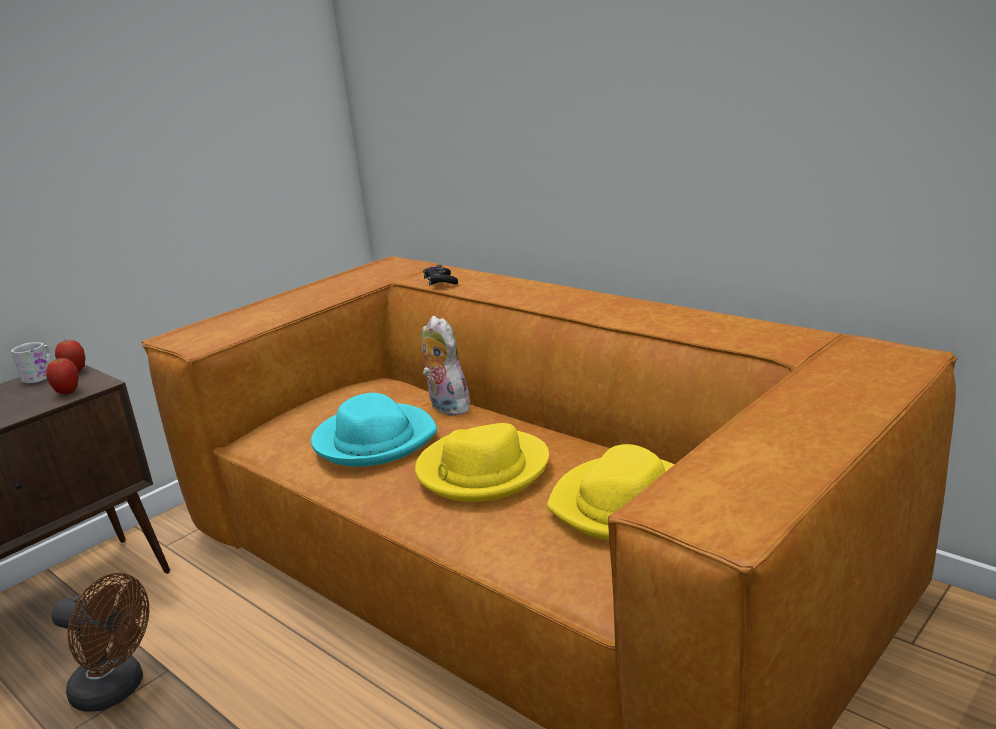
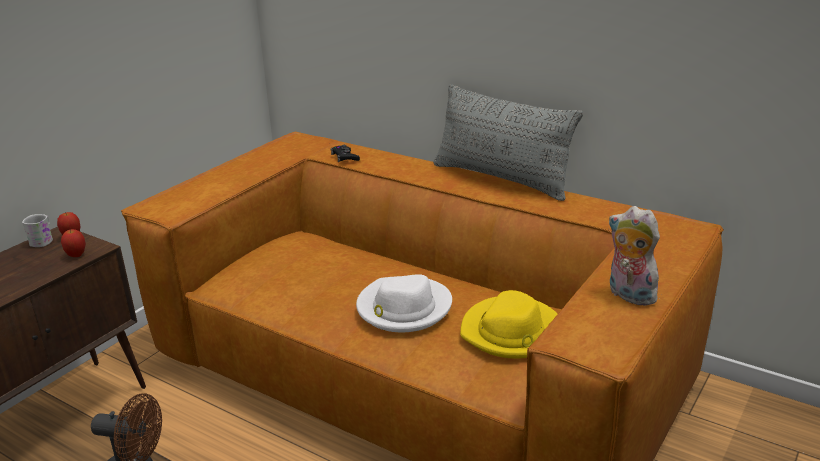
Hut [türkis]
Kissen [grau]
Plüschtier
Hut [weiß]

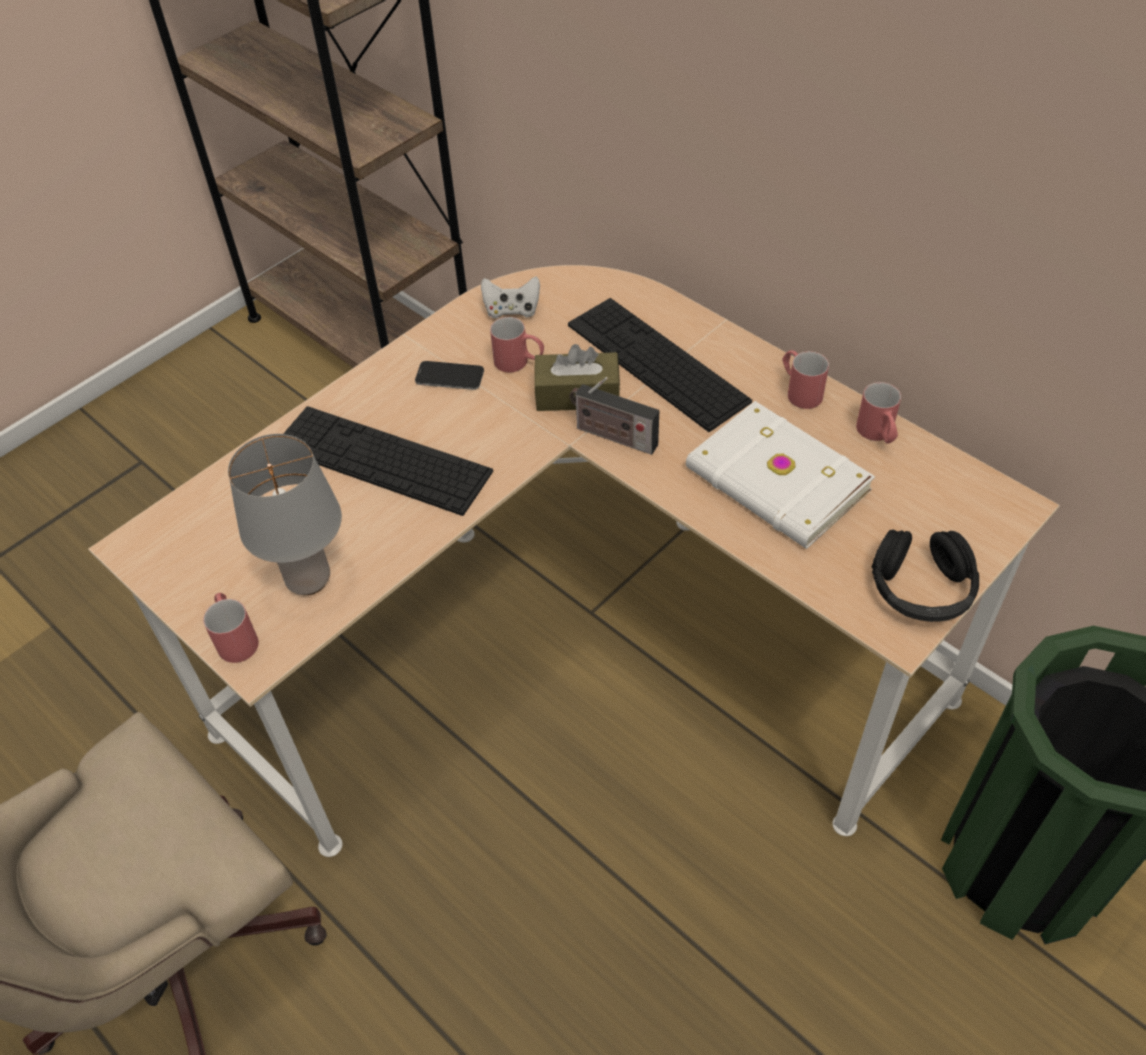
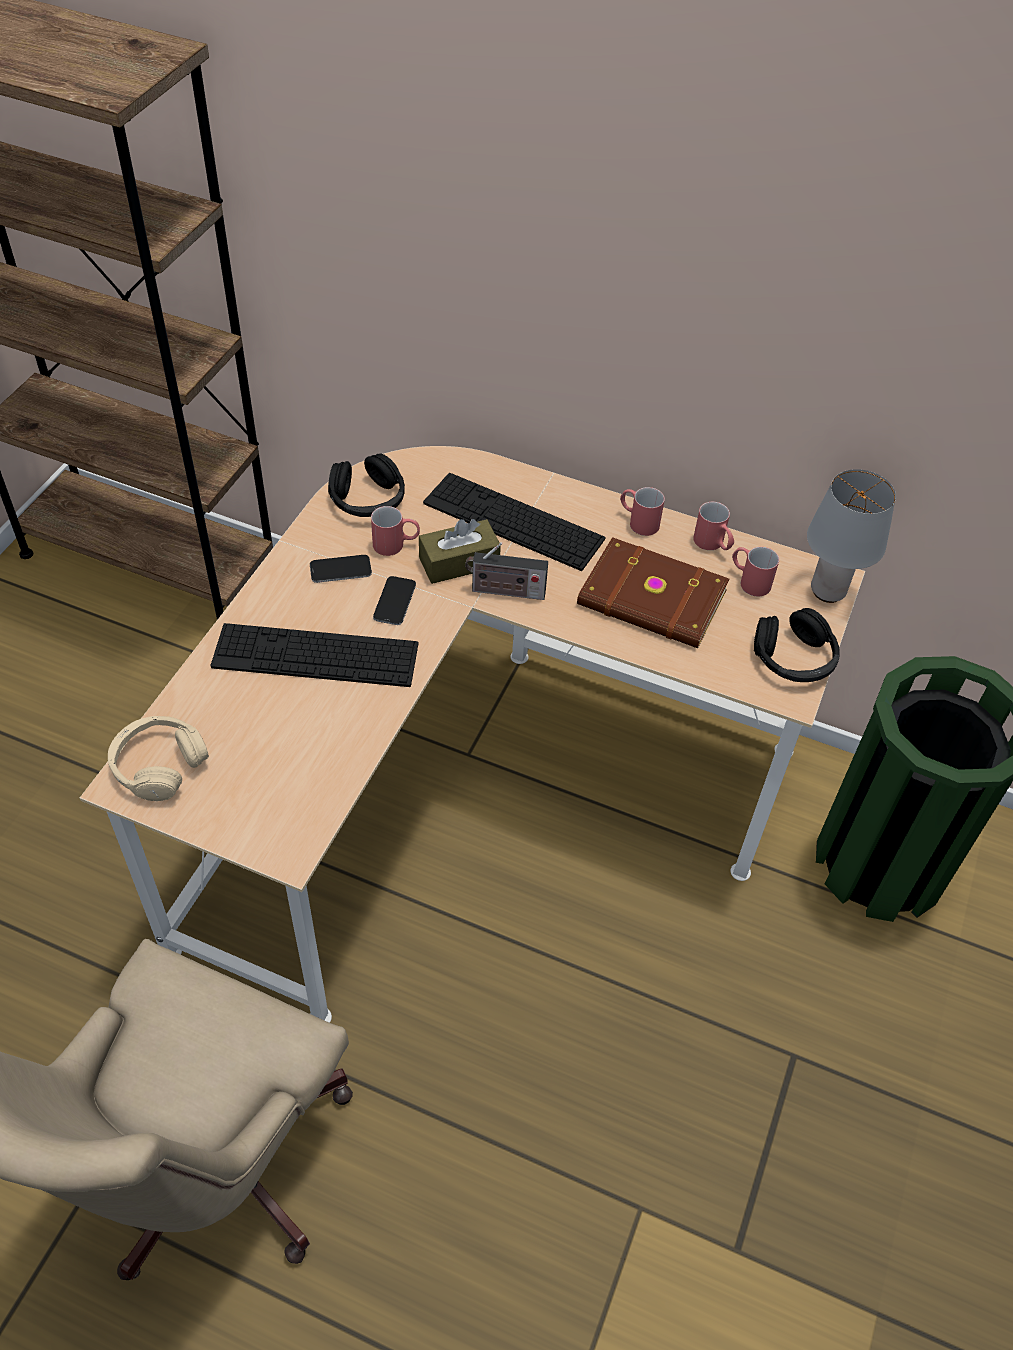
Kopfhörer [beige]
Handy (2nd from left)
Henkelbecher [rot] (4th from left)
Tischlampe [grau]
Kopfhörer [schwarz] (1st from left)
Buch [braun]

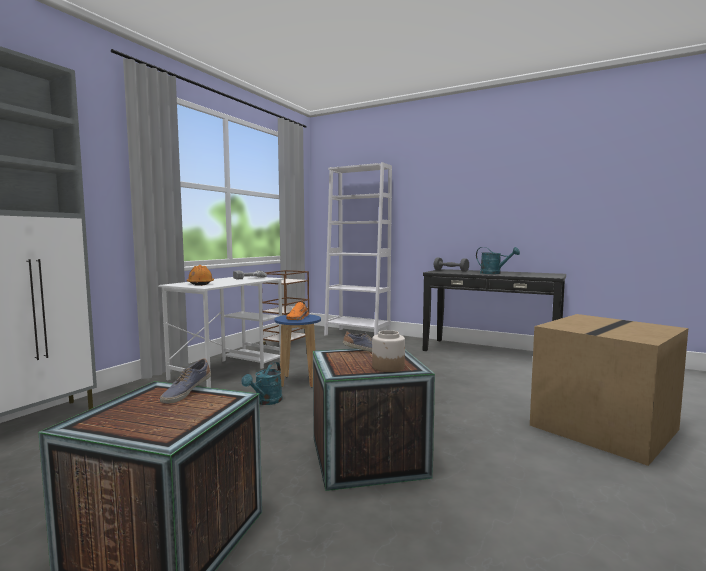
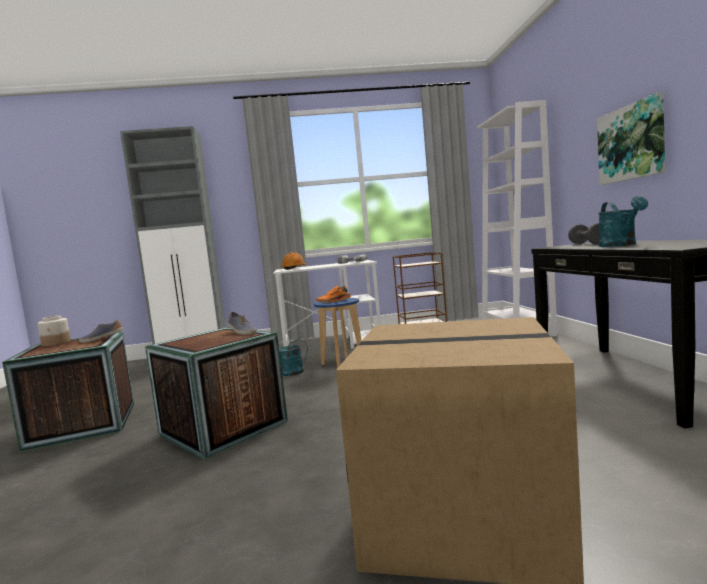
Bild
Vorratsglas

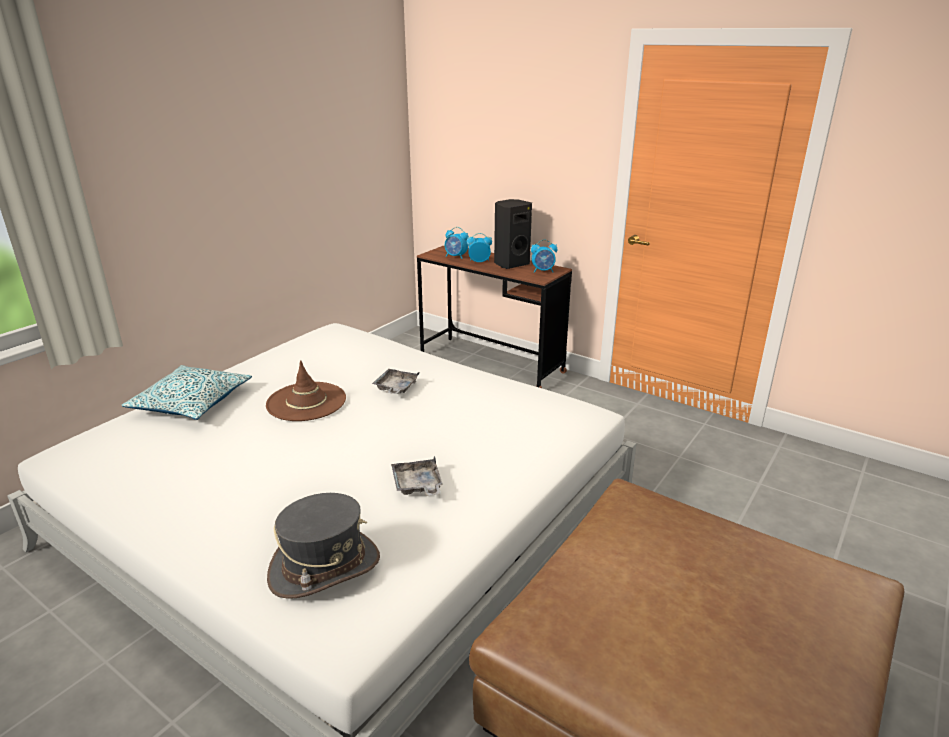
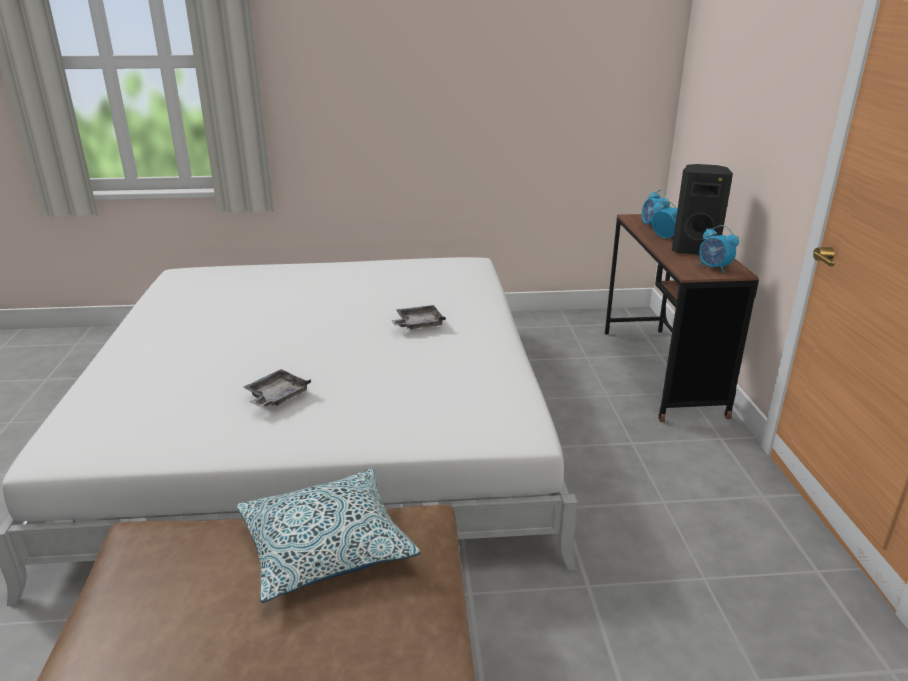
Hut [braun]
Hut [grau]
Kissen

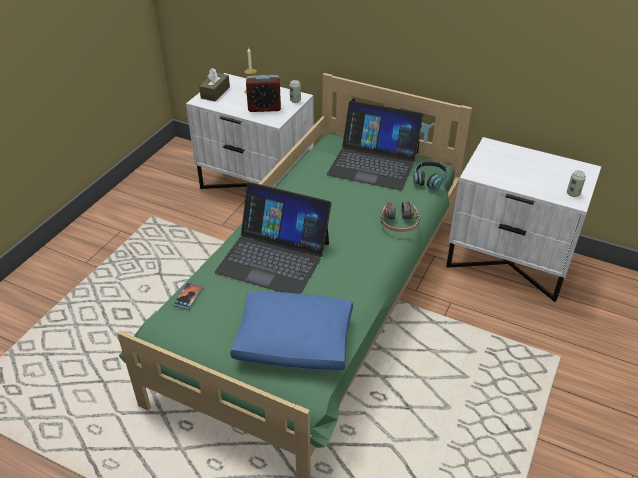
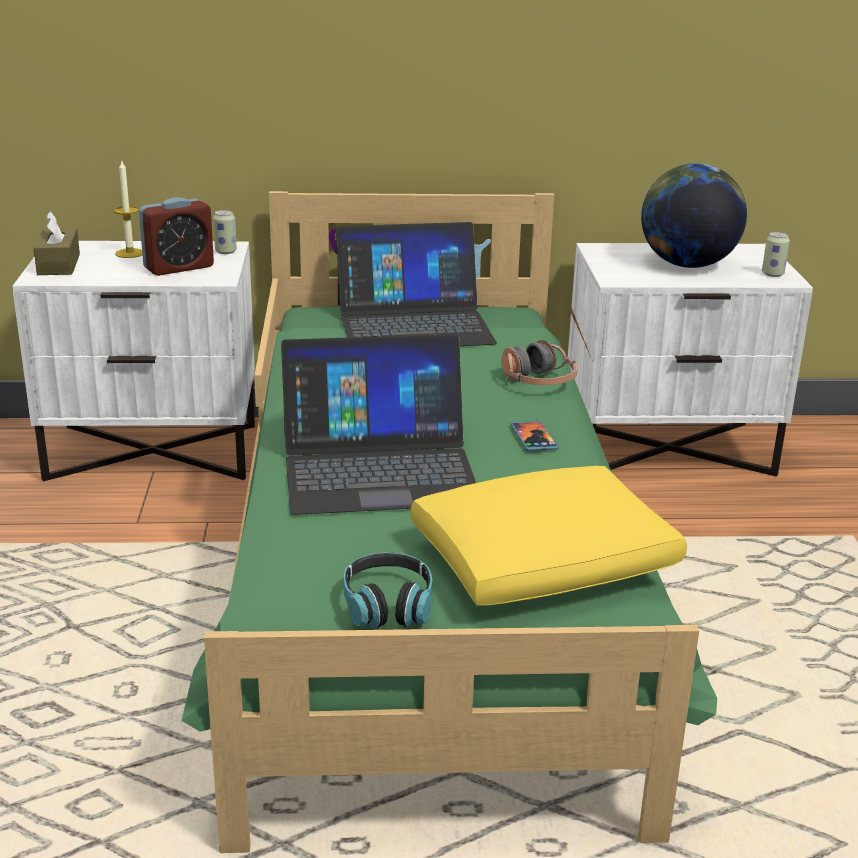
Globus
Handy
Kopfhörer (1st from left)
Kissen [gelb]

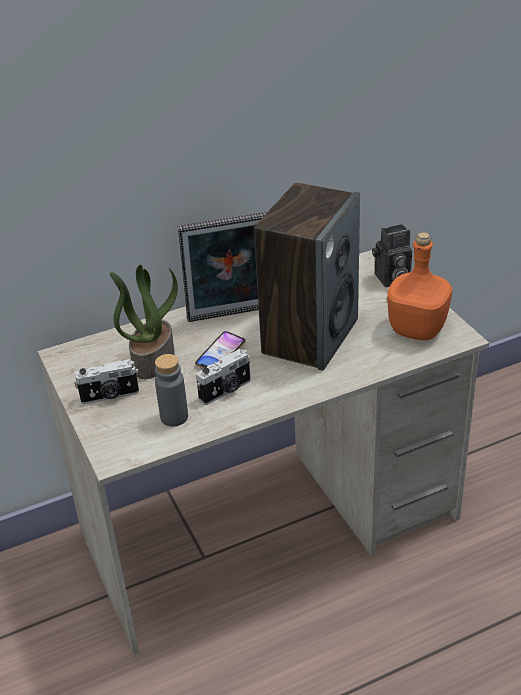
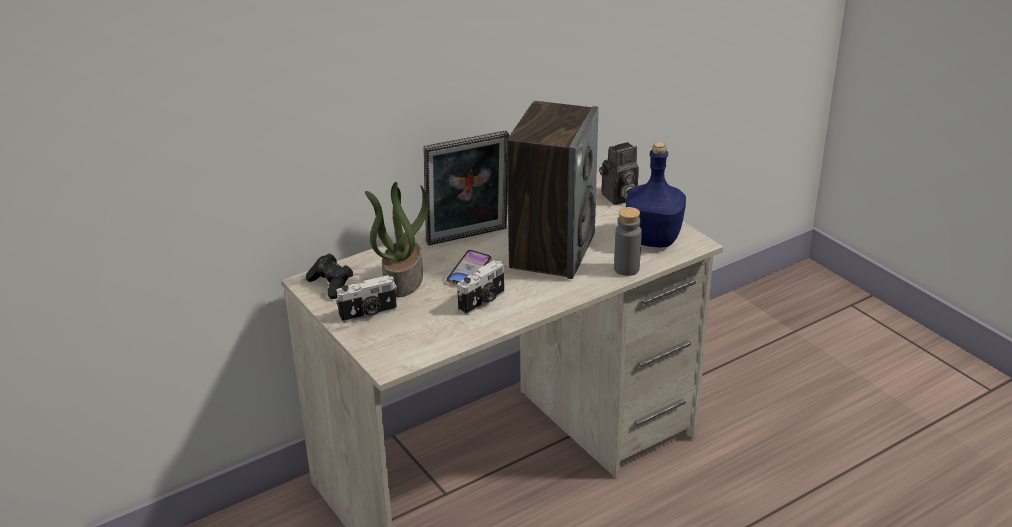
Gamepad [schwarz]
Flasche [grau]
Flasche [blau]

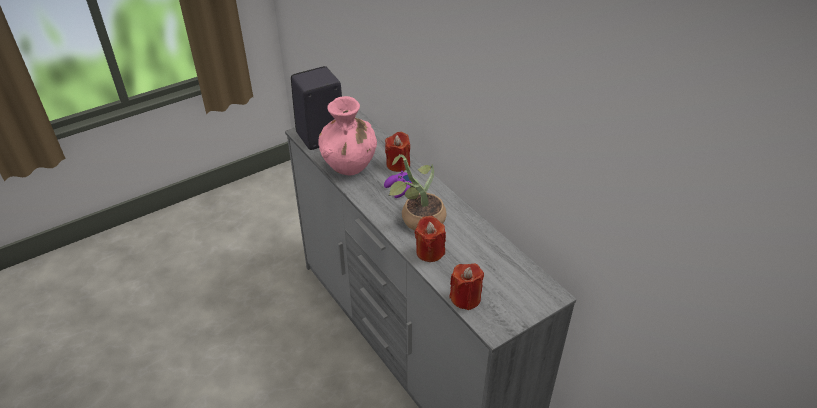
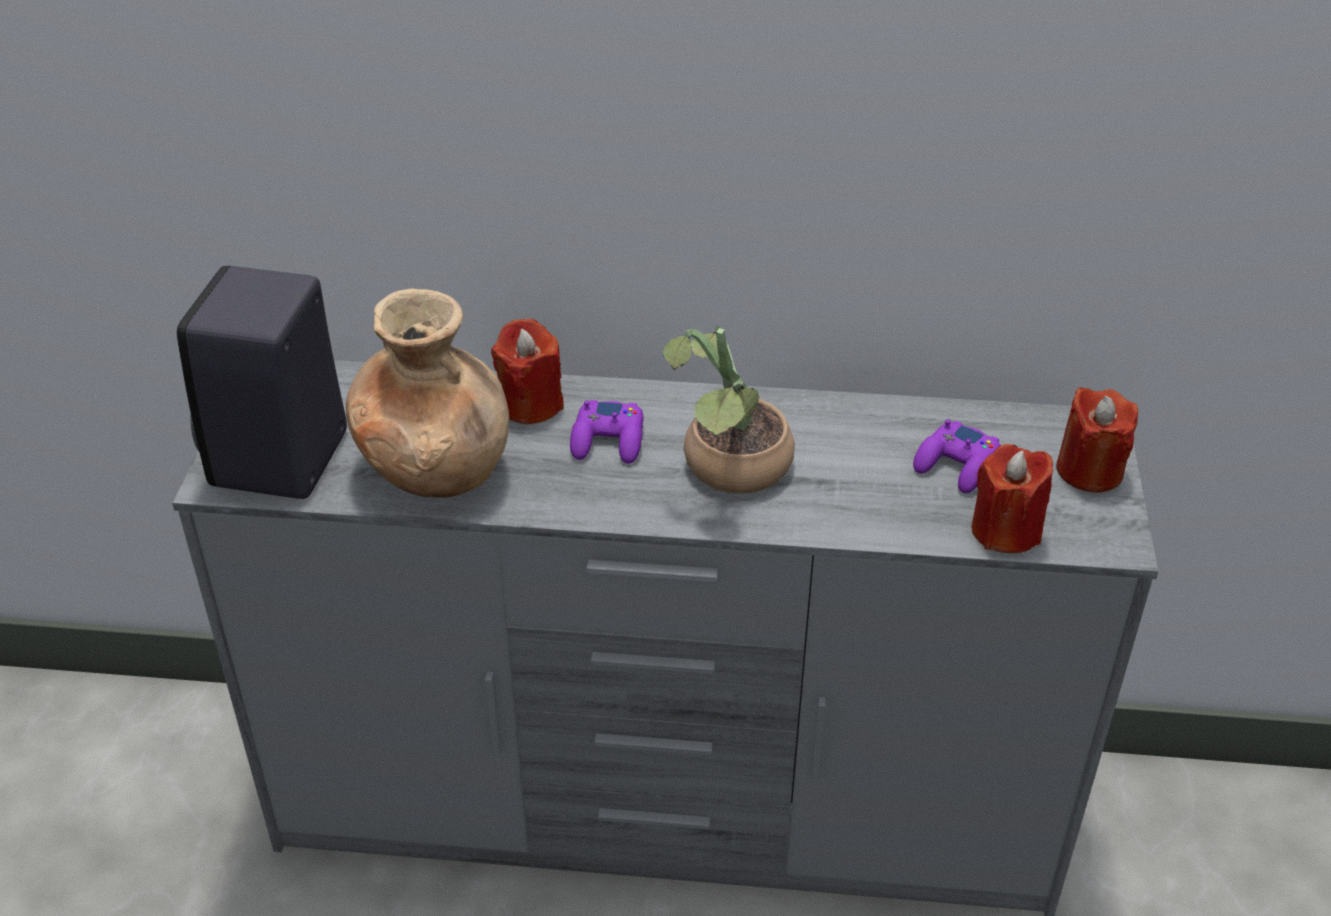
Gamepad [lila] (2nd from left)
Kerze [rot] (3rd from left)
Vase [braun]

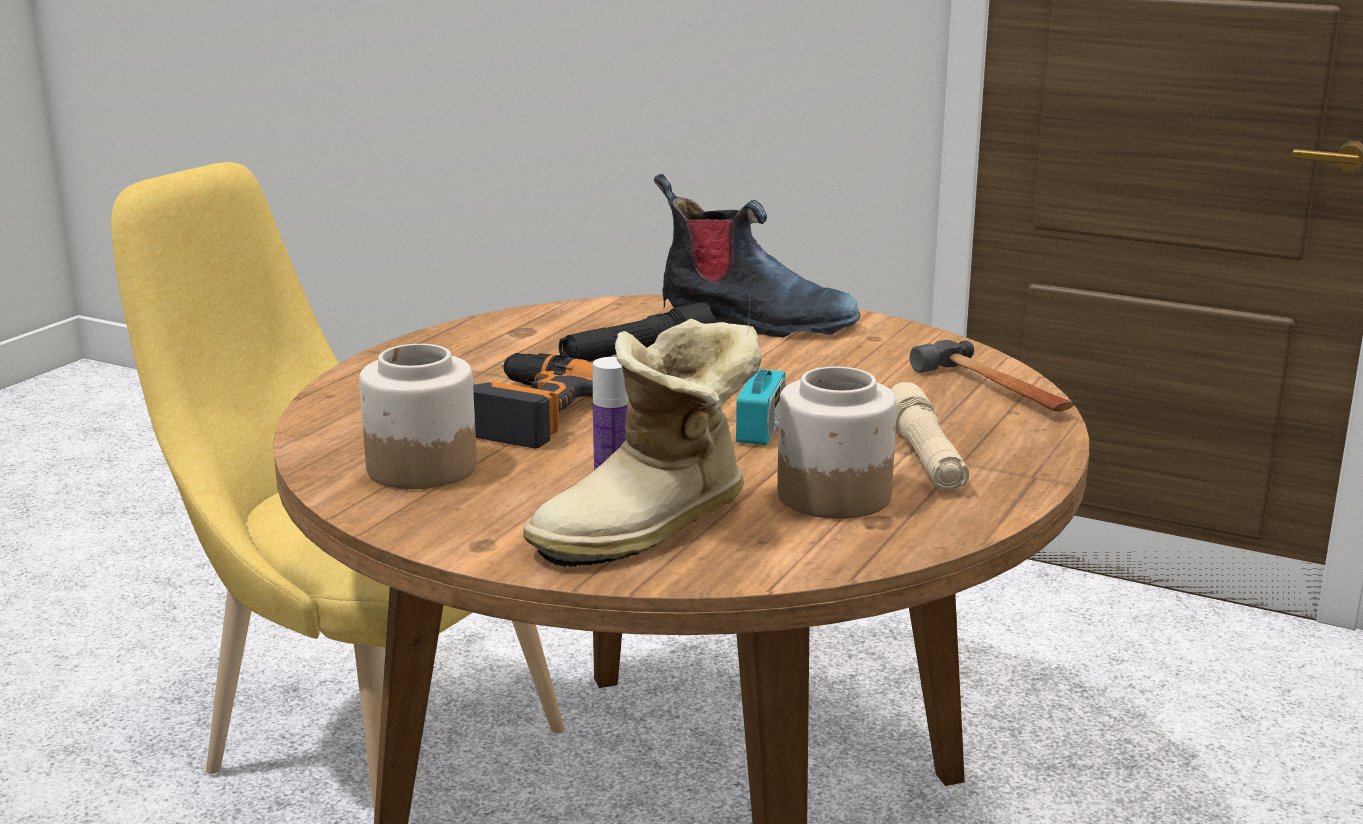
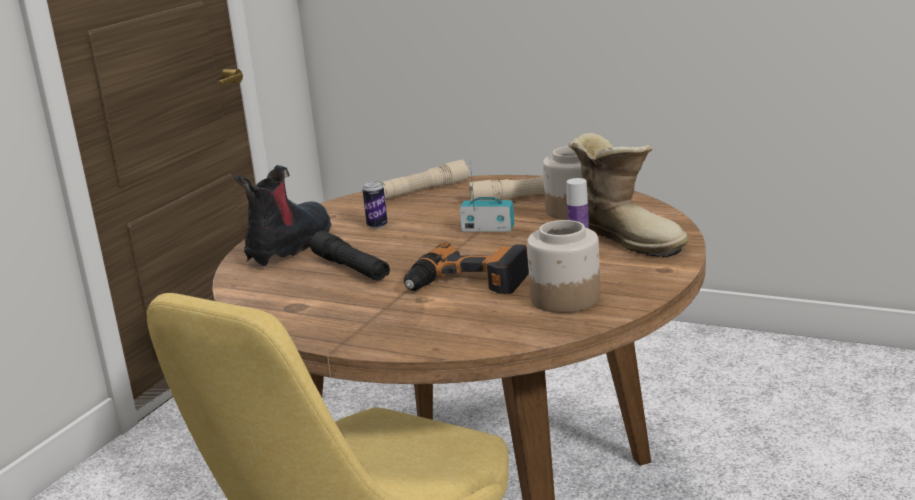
Dose
Taschenlampe [beige] (1st from left)

